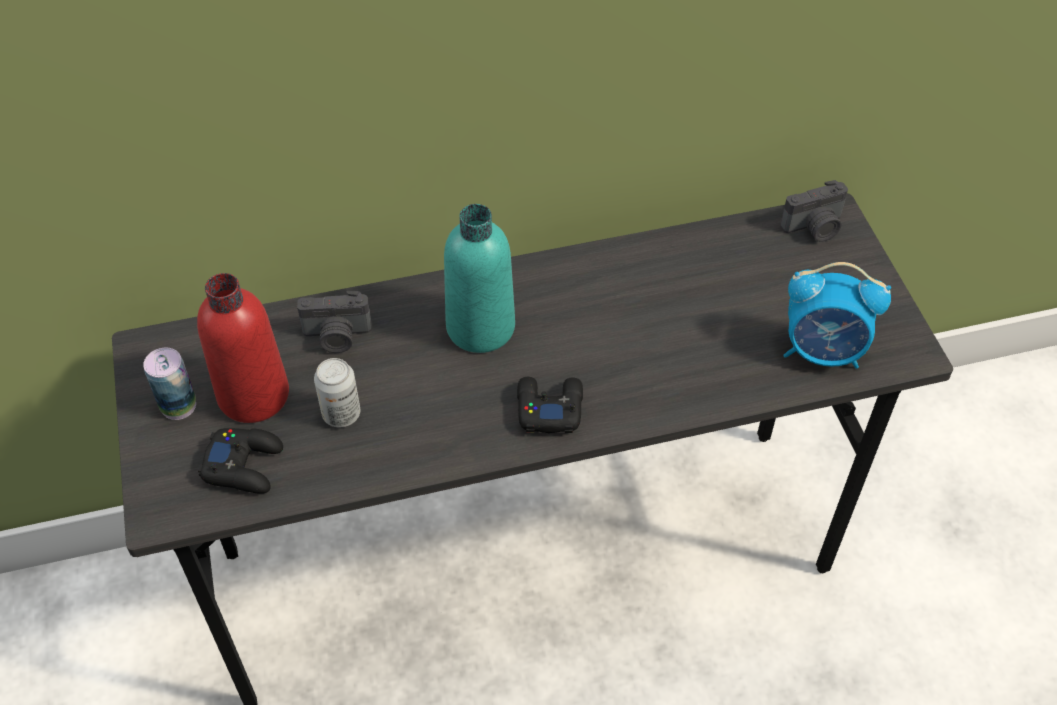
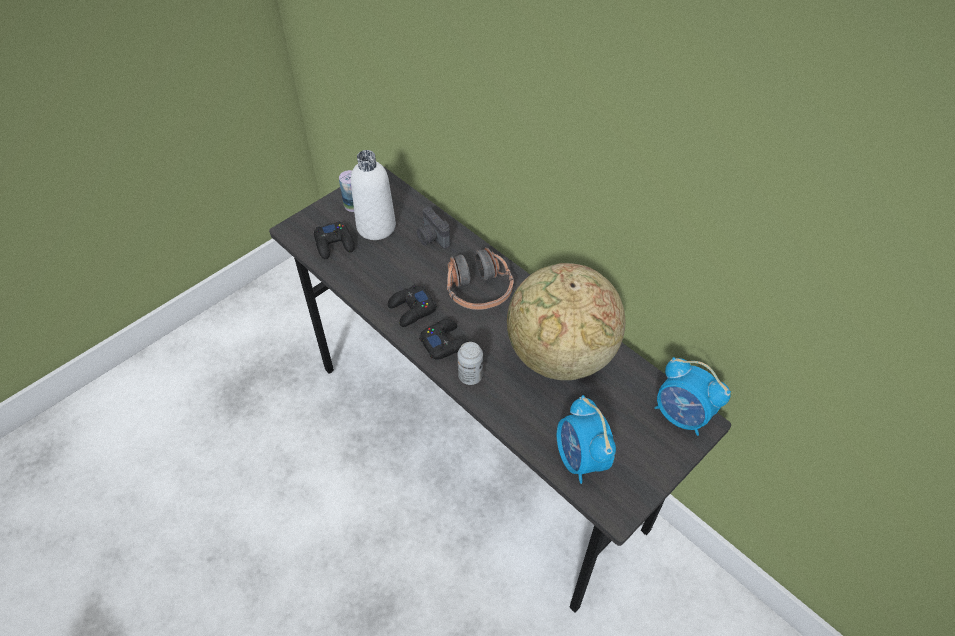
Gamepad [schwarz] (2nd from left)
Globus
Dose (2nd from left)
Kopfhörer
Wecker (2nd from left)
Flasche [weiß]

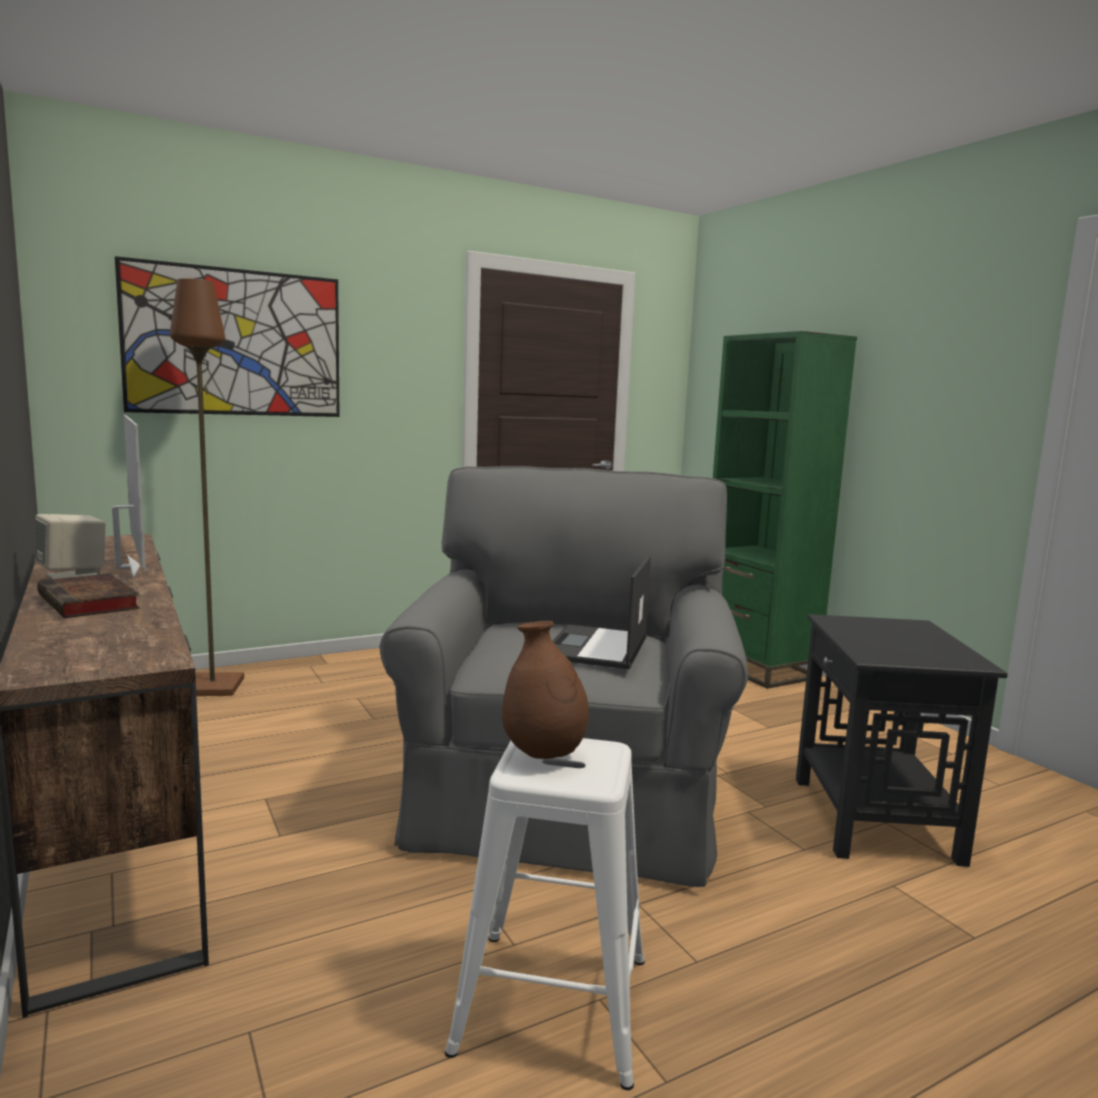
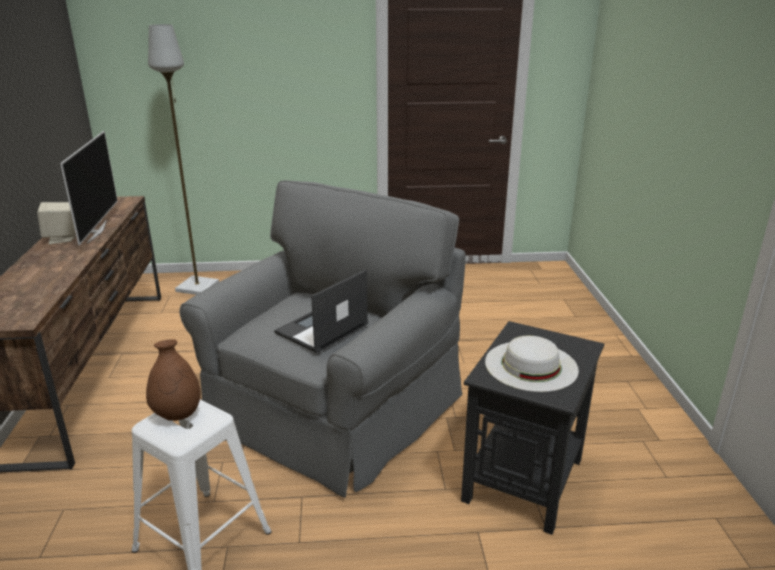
Buch
Bild
Bücherregal [grün]
Hut [weiß]
Stehlampe [grau]

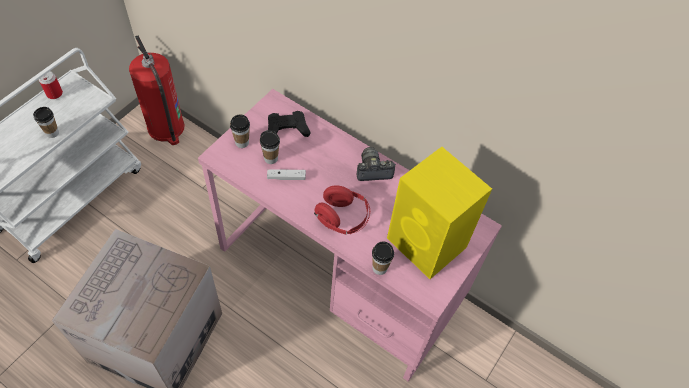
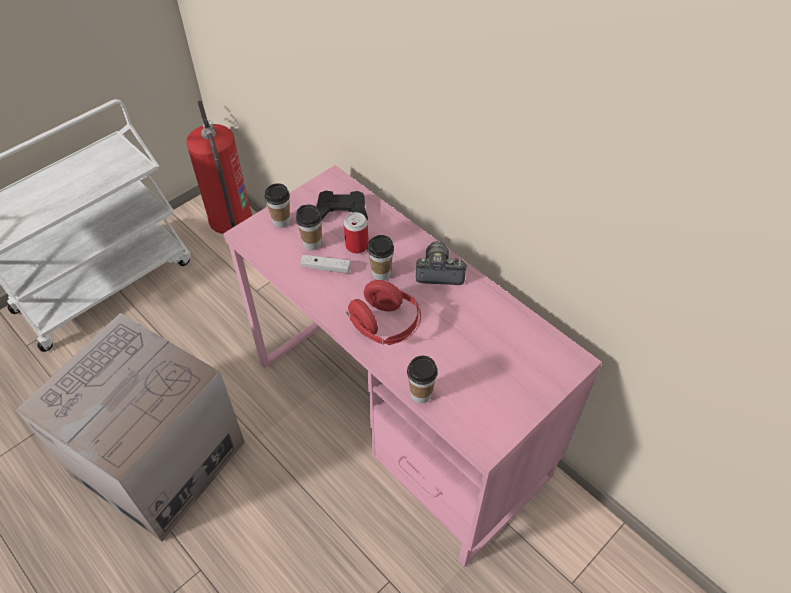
Lautsprecher [gelb]
Tasse (3rd from left)
Dose

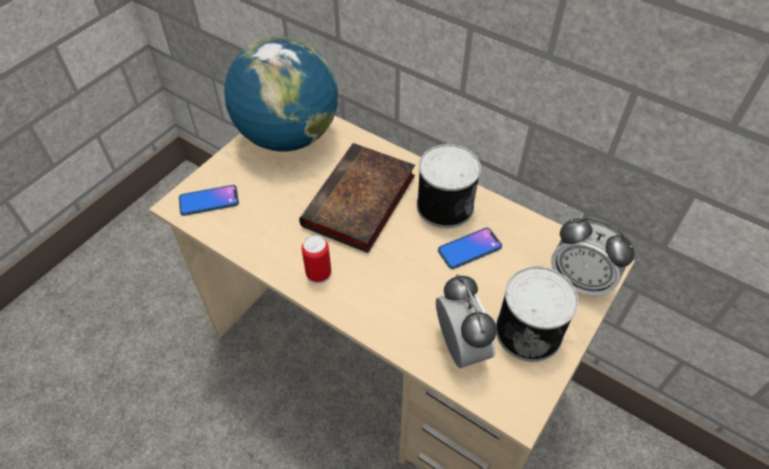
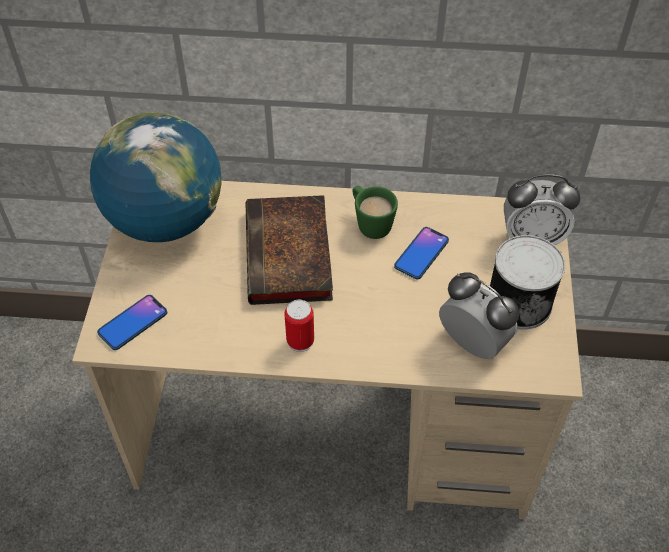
Henkelbecher [grün]

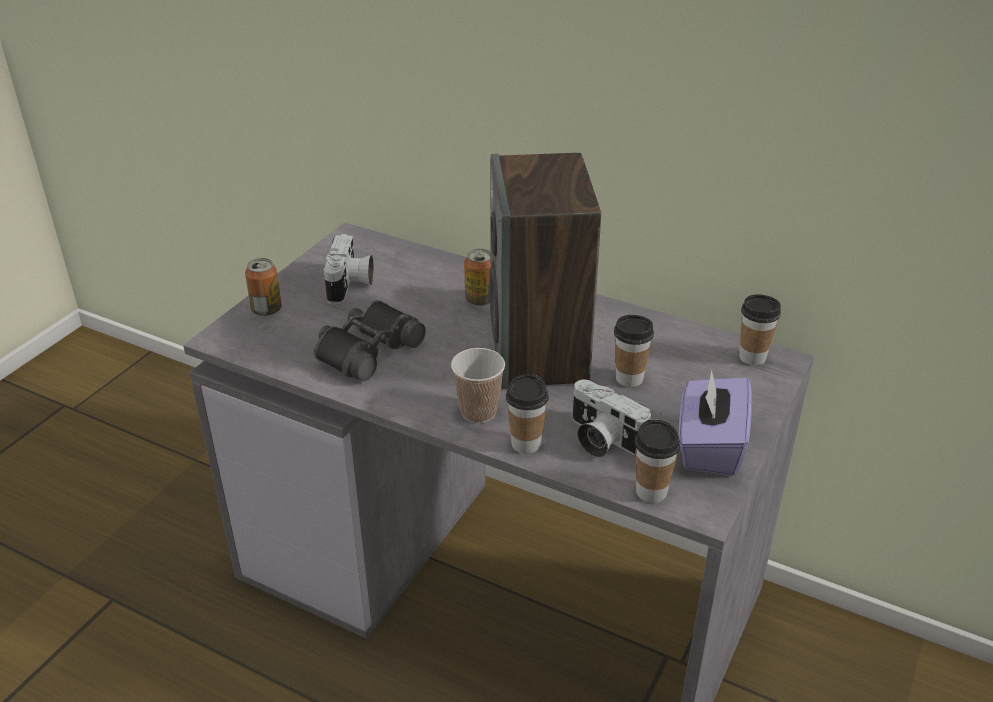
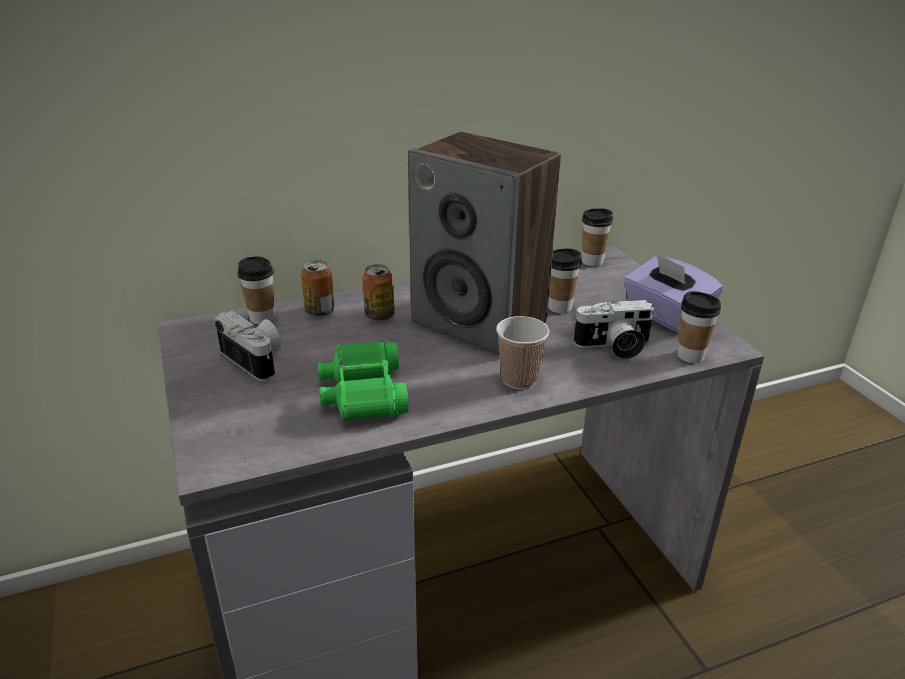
Dose (1st from left)
Tasse (1st from left)
Fernglas [grün]

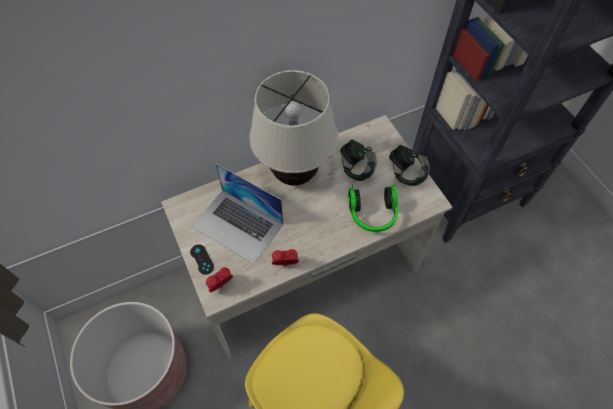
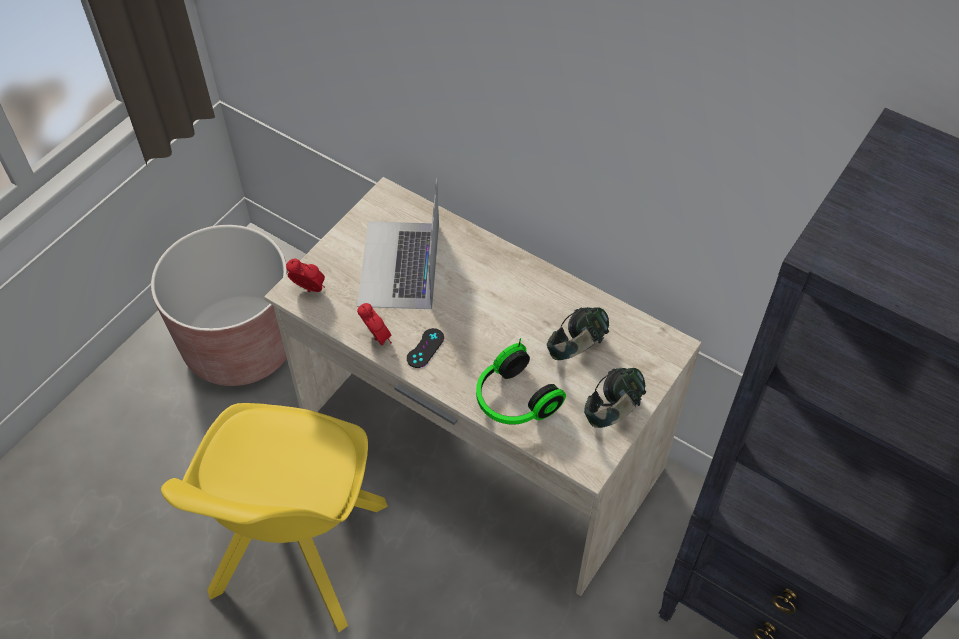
Tischlampe [beige]
Gamepad [schwarz]

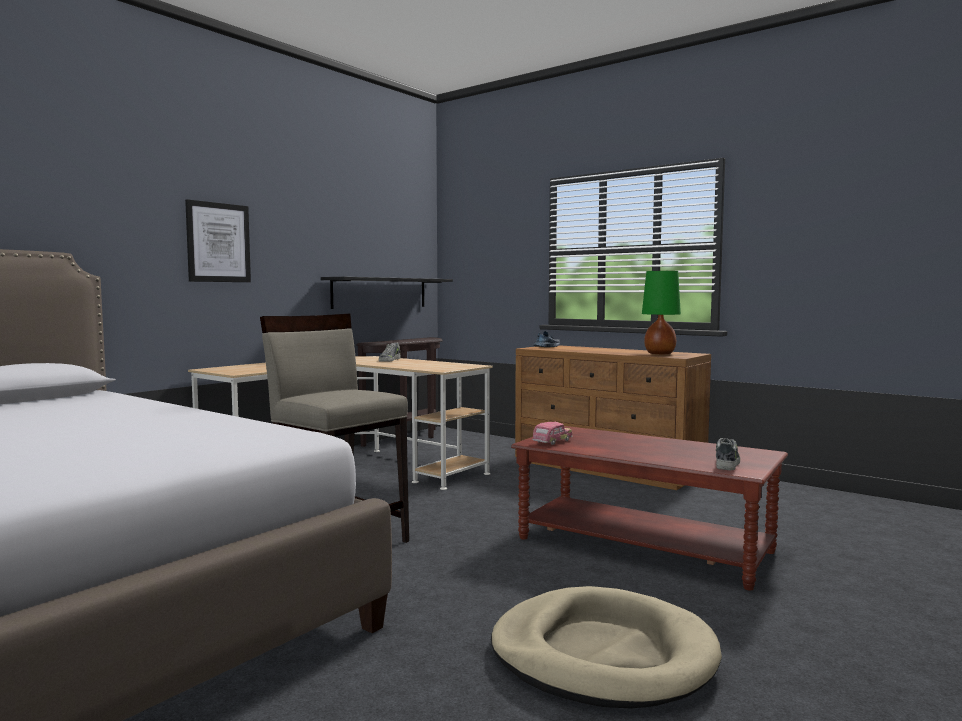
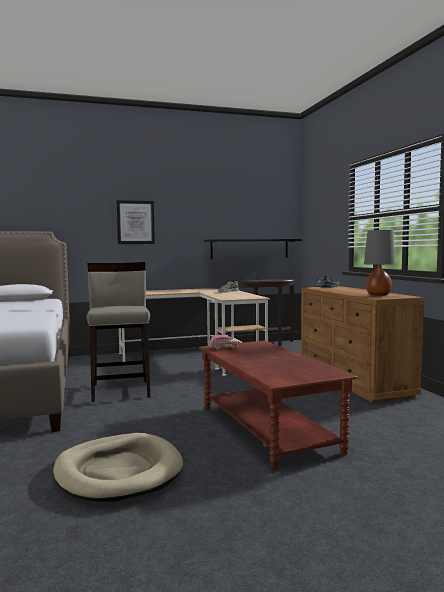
Schuh (3rd from left in the first image)
Tischlampe [grau]

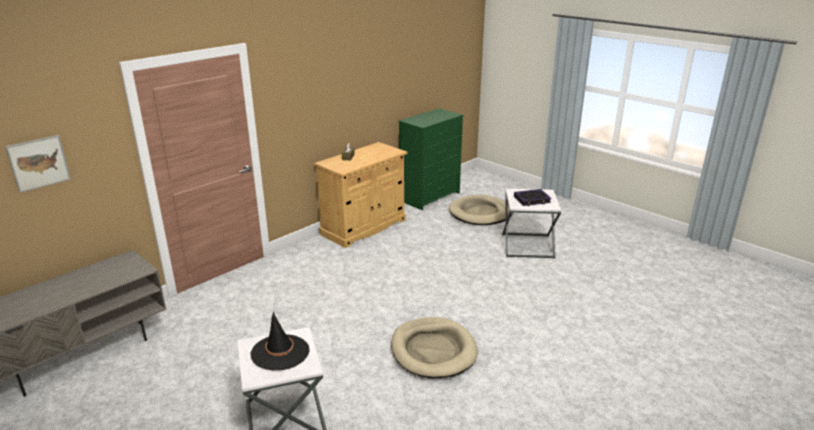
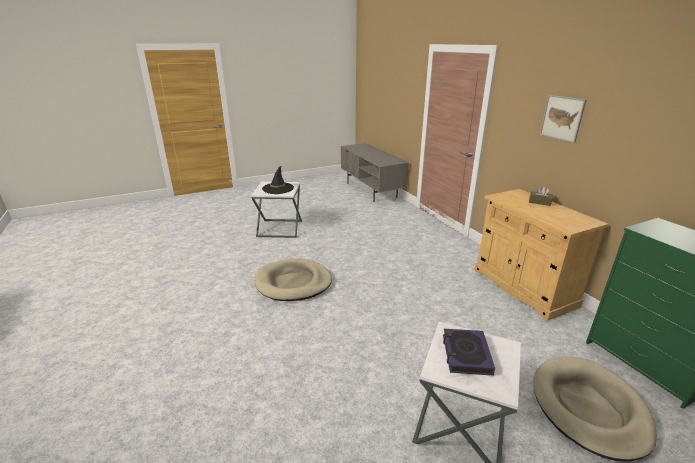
Bild

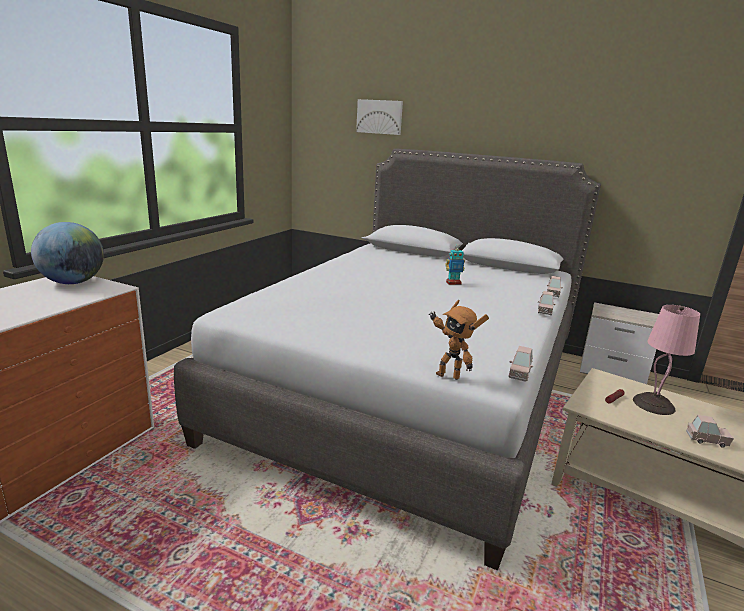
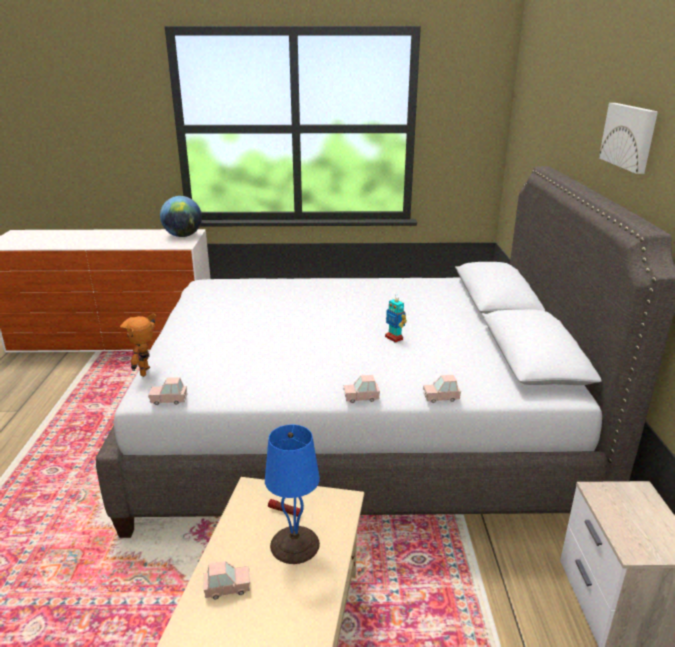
Bild
Tischlampe [blau]
Spielzeugauto [rosa] (2nd from left)

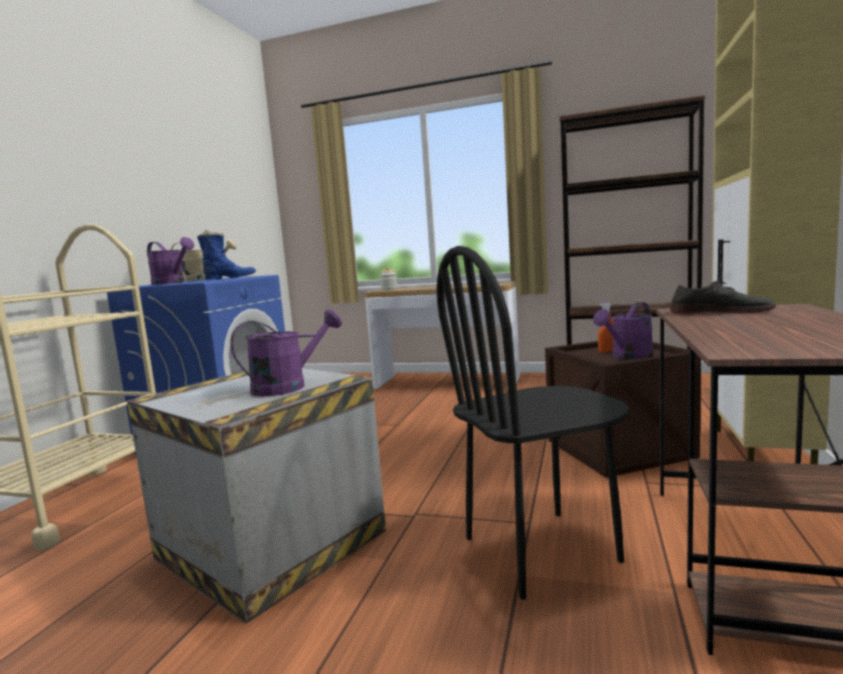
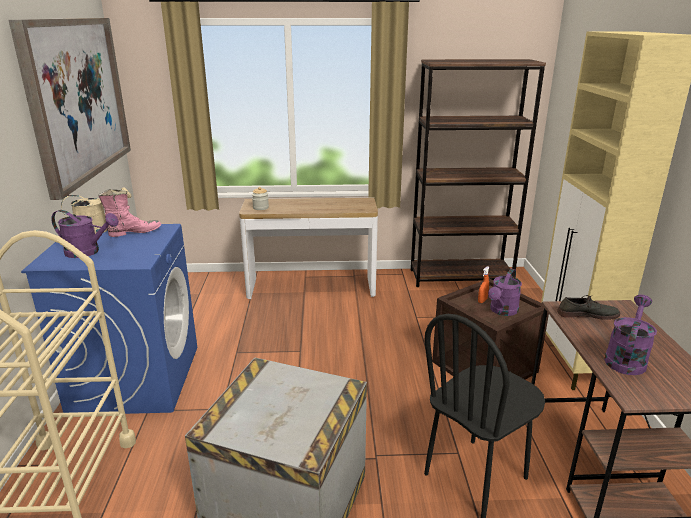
Bild
Gießkanne [lila] (3rd from left)
Stiefel [rosa]

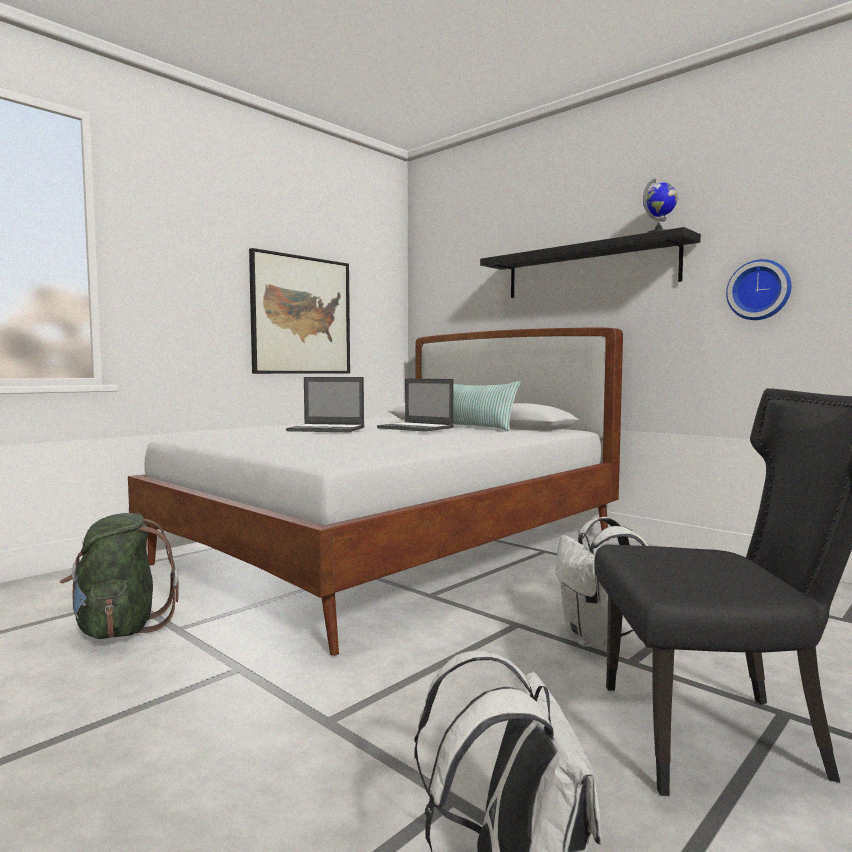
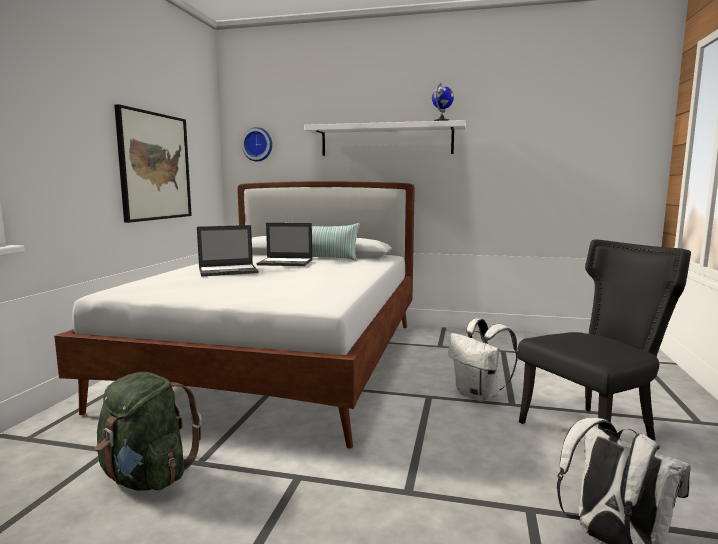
Wanduhr
Wandregal [weiß]

